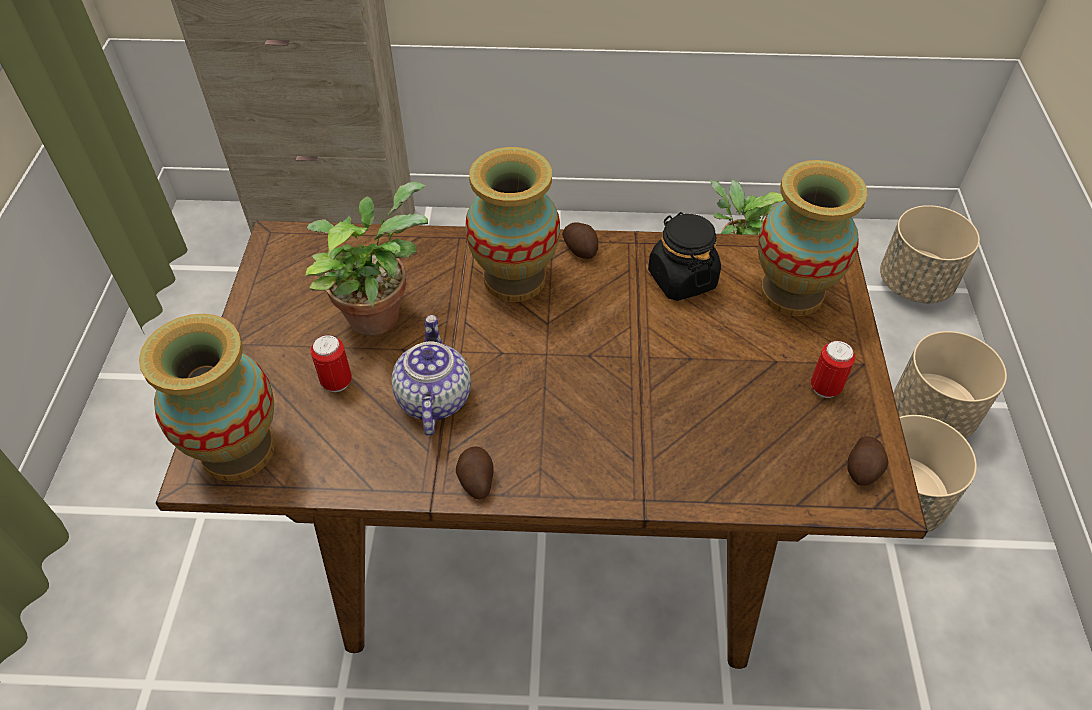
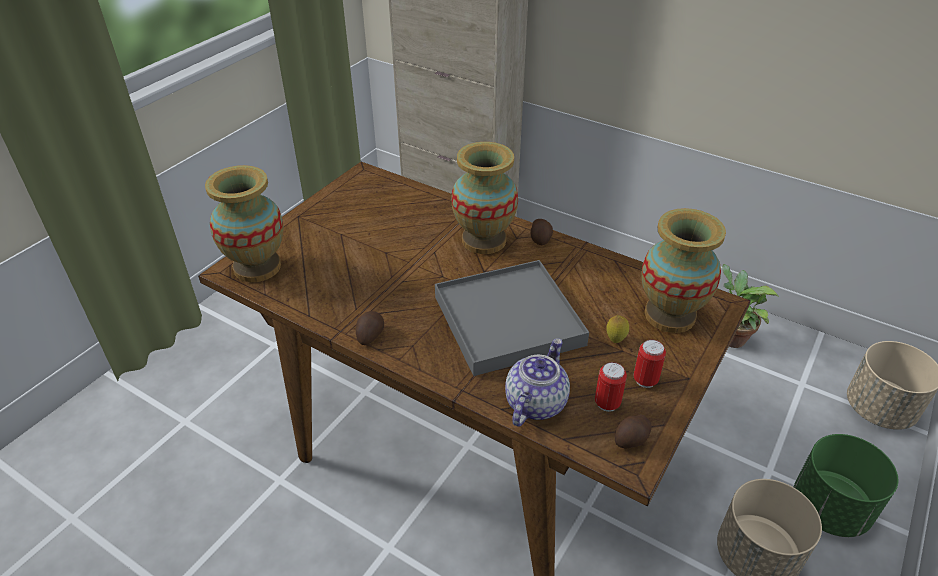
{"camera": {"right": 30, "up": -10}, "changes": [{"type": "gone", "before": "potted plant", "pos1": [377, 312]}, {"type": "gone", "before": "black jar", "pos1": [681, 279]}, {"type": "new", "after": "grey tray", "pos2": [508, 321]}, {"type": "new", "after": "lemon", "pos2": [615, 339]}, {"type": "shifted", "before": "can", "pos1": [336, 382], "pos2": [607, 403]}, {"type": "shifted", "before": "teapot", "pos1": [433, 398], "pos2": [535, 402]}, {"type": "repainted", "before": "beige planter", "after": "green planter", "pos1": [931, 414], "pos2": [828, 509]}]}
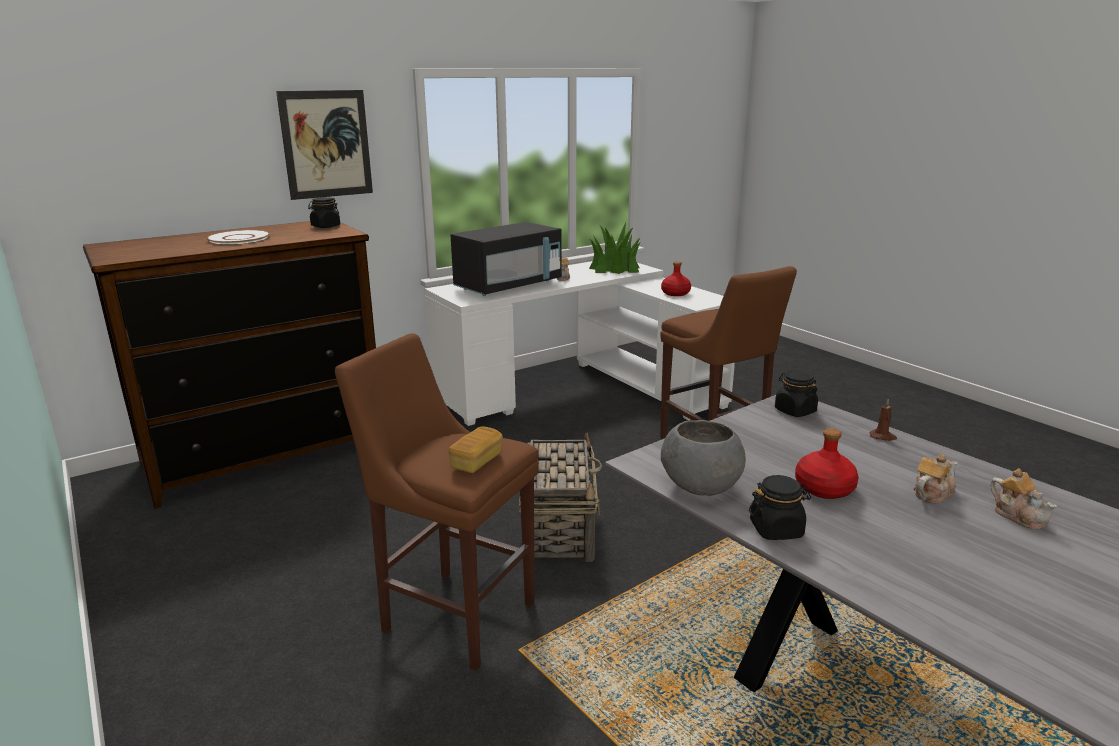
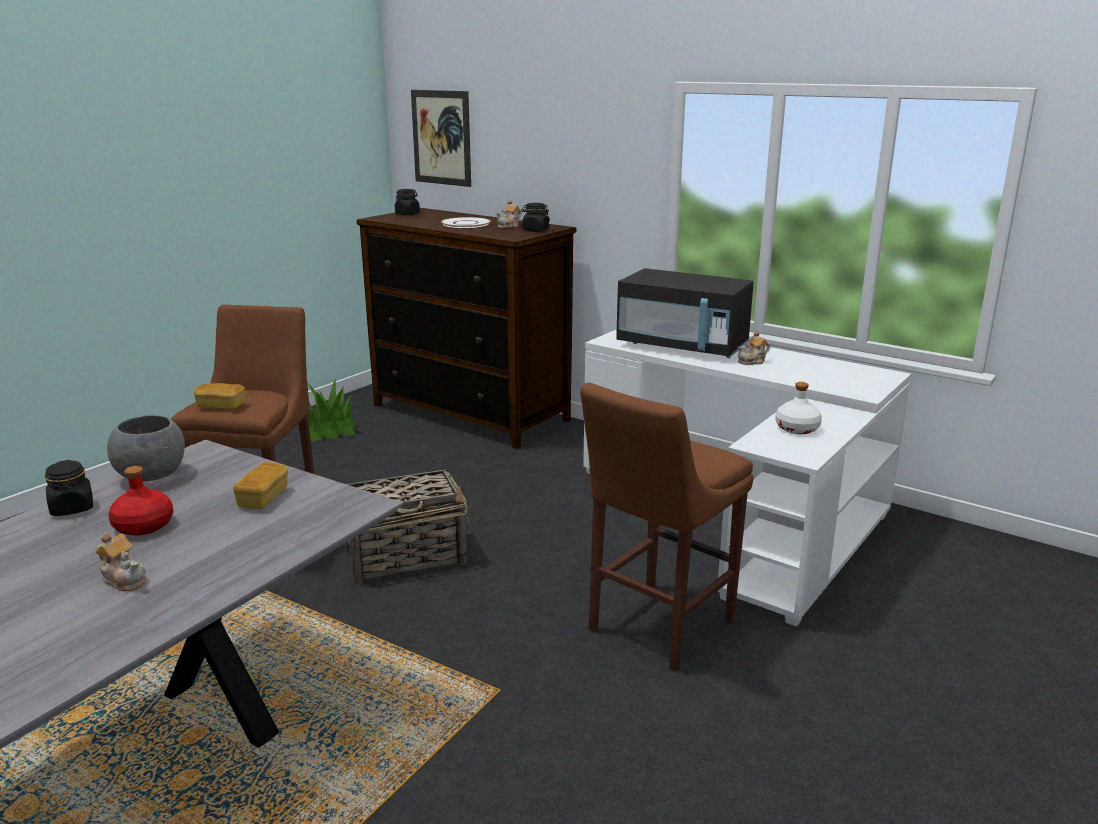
{"camera": {"right": 70, "up": 0}, "changes": [{"type": "gone", "before": "brown candle", "pos1": [883, 437]}, {"type": "new", "after": "bread", "pos2": [263, 498]}, {"type": "shifted", "before": "picture", "pos1": [326, 144], "pos2": [441, 138]}, {"type": "shifted", "before": "potted plant", "pos1": [614, 268], "pos2": [329, 429]}, {"type": "shifted", "before": "black jar", "pos1": [794, 411], "pos2": [407, 214]}, {"type": "shifted", "before": "teapot", "pos1": [1018, 516], "pos2": [509, 226]}, {"type": "repainted", "before": "red bottle", "after": "white bottle", "pos1": [675, 293], "pos2": [796, 428]}]}
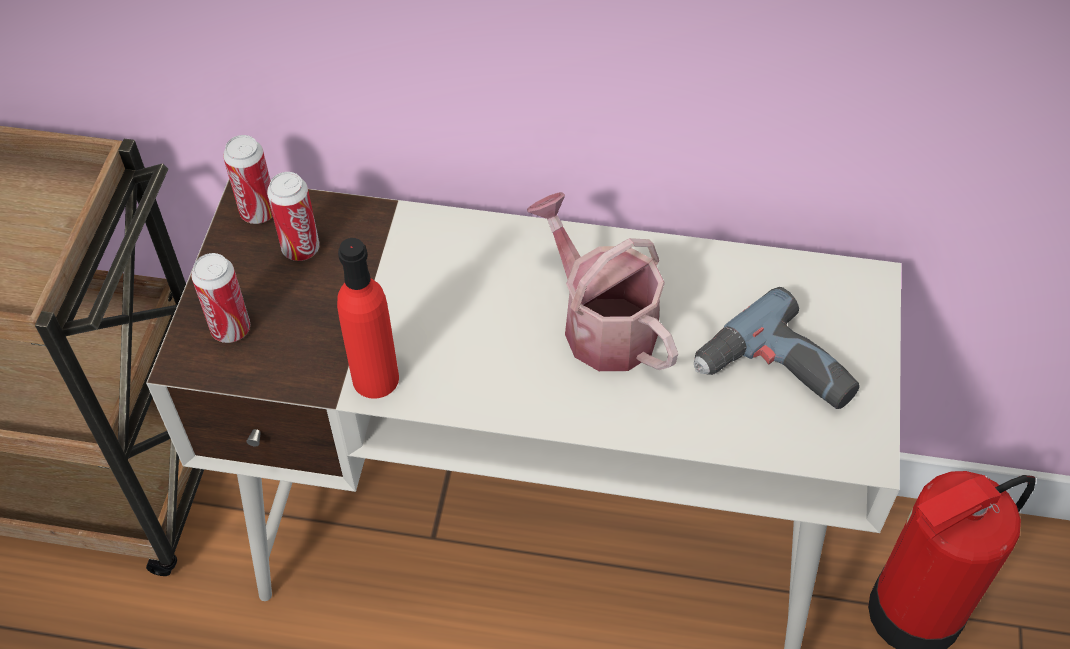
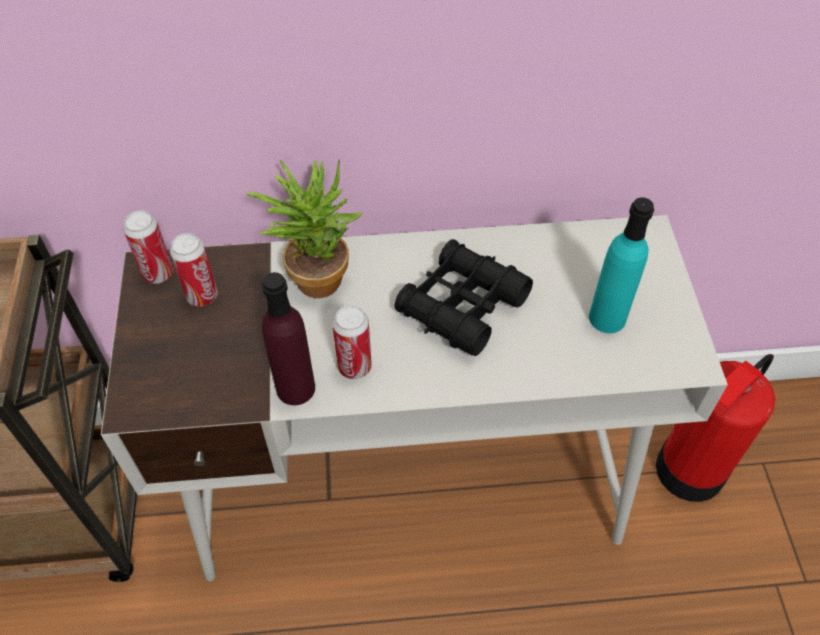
{"camera": {"right": -15, "up": 0}, "changes": [{"type": "new", "after": "potted plant", "pos2": [315, 274]}, {"type": "shifted", "before": "can", "pos1": [231, 329], "pos2": [354, 367]}, {"type": "swapped", "before": "watering can", "after": "black binoculars", "pos1": [601, 323], "pos2": [461, 306]}, {"type": "swapped", "before": "power drill", "after": "turquoise bottle", "pos1": [776, 376], "pos2": [607, 318]}, {"type": "repainted", "before": "red bottle", "after": "purple bottle", "pos1": [375, 378], "pos2": [295, 388]}]}
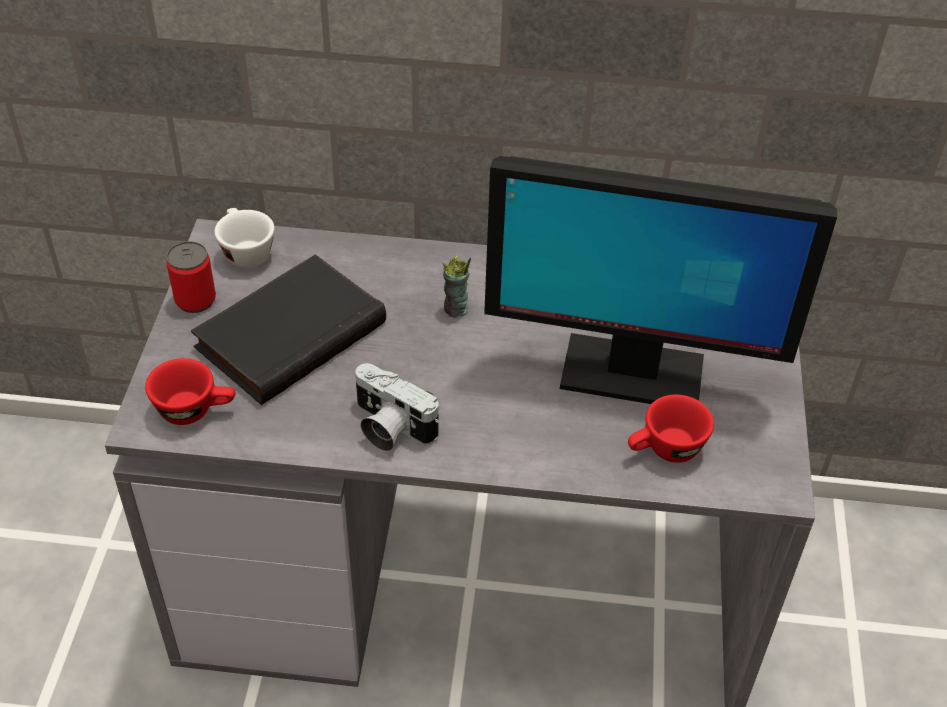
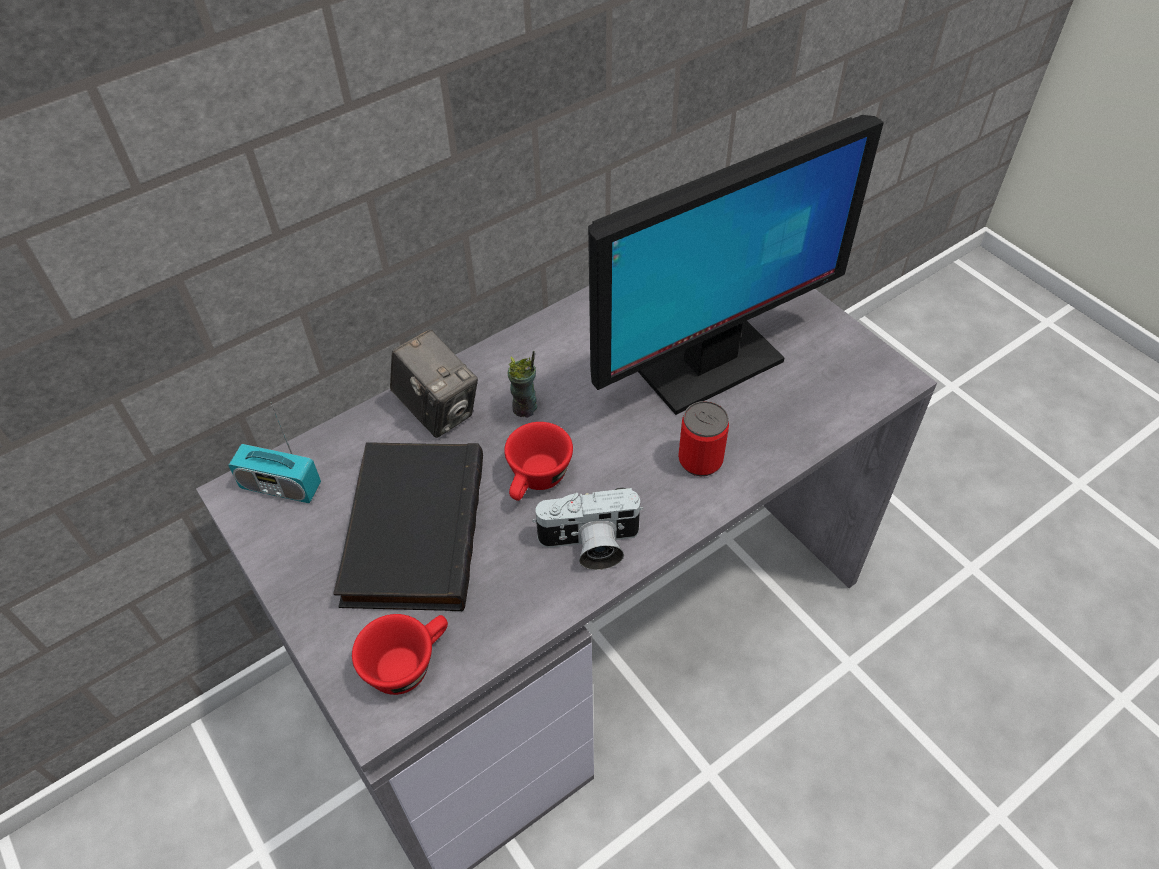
{"camera": {"right": -40, "up": 5}, "changes": [{"type": "new", "after": "photo camera", "pos2": [438, 410]}, {"type": "shifted", "before": "can", "pos1": [195, 300], "pos2": [700, 460]}, {"type": "shifted", "before": "red cup", "pos1": [665, 450], "pos2": [537, 481]}, {"type": "swapped", "before": "white cup", "after": "radio", "pos1": [244, 251], "pos2": [281, 486]}]}
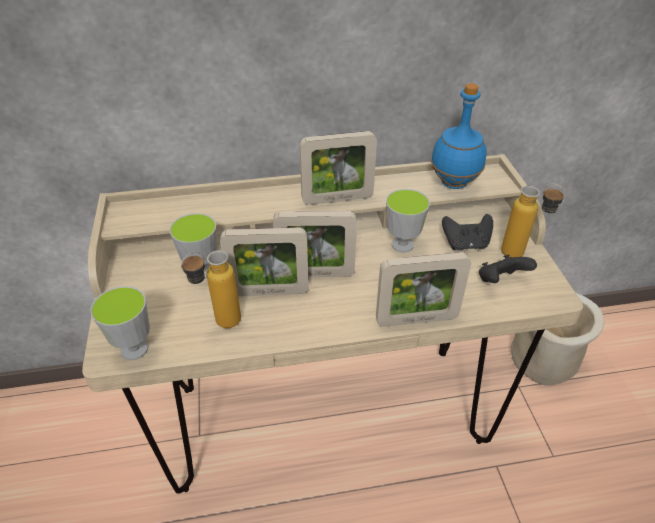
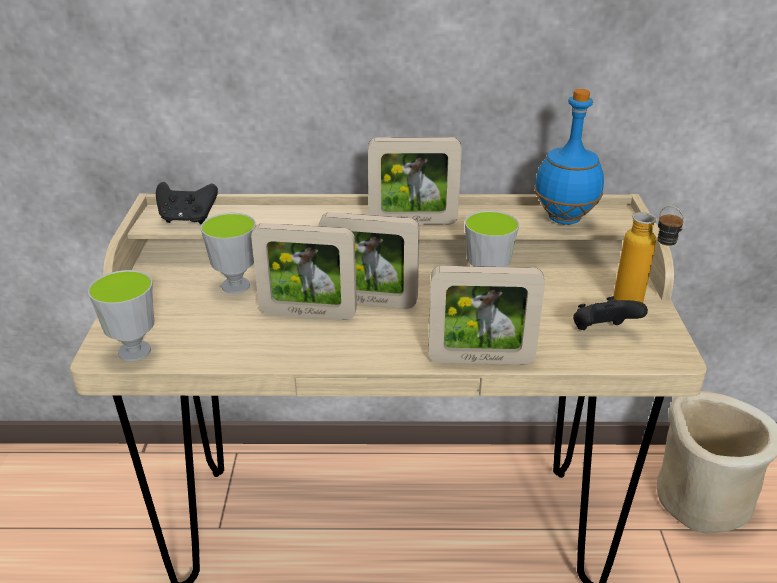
{"camera": {"right": 10, "up": -10}, "changes": [{"type": "gone", "before": "bottle", "pos1": [219, 325]}, {"type": "shifted", "before": "black game controller", "pos1": [465, 244], "pos2": [187, 219]}]}
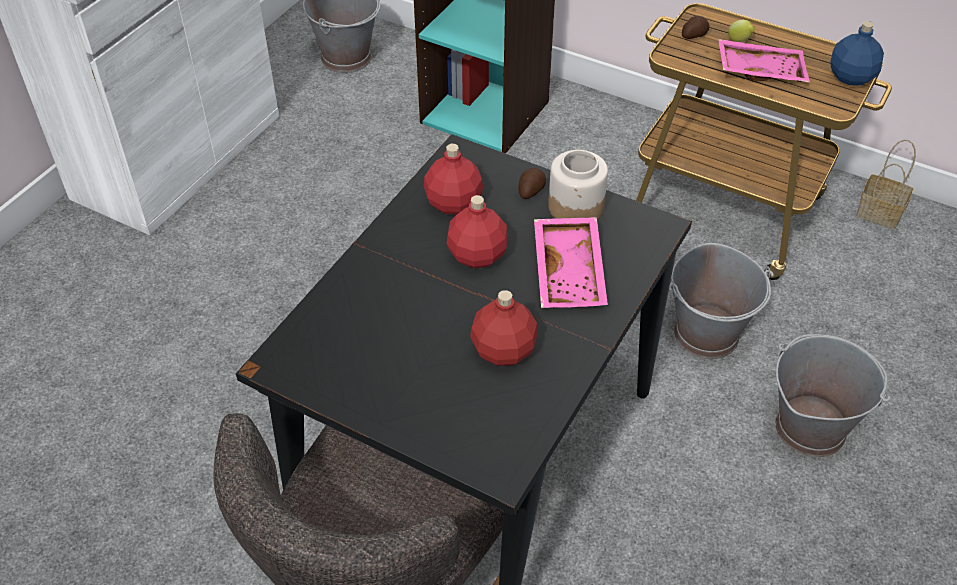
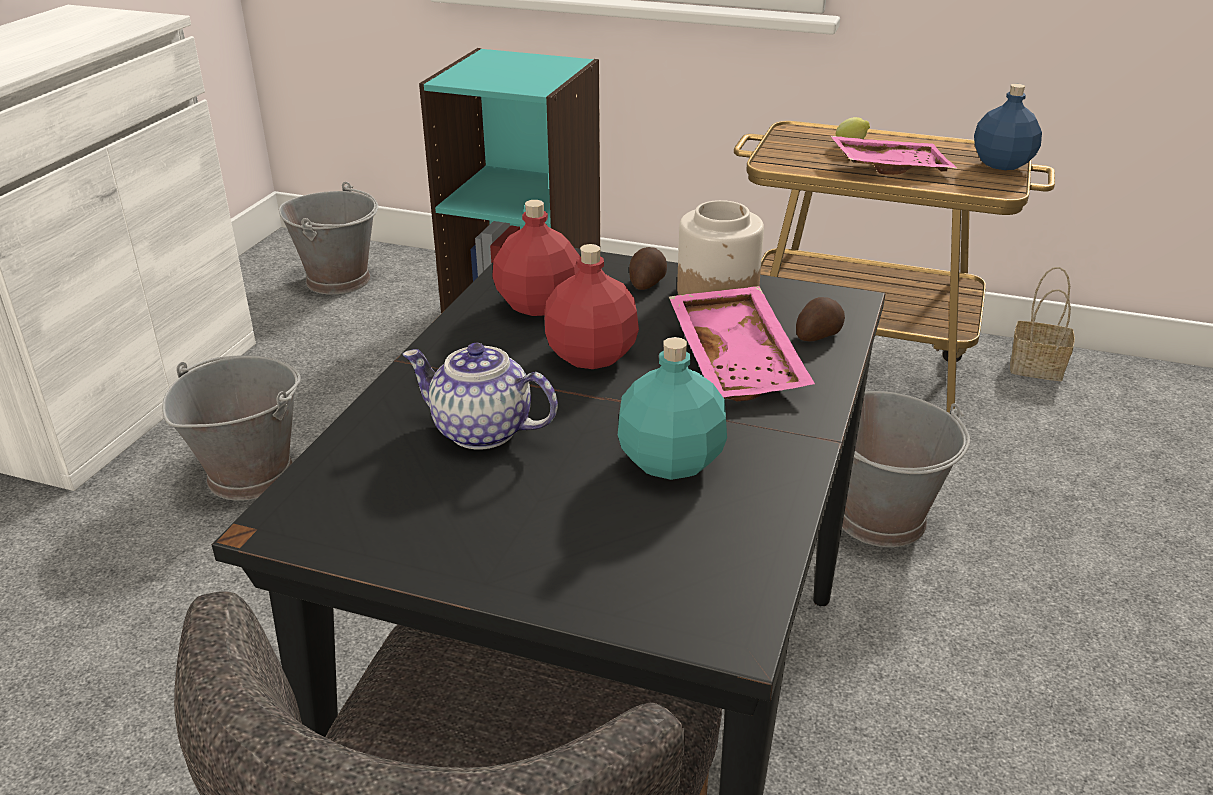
{"camera": {"right": -10, "up": -15}, "changes": [{"type": "new", "after": "teapot", "pos2": [480, 431]}, {"type": "shifted", "before": "potato", "pos1": [693, 35], "pos2": [817, 334]}, {"type": "shifted", "before": "grey bucket", "pos1": [809, 427], "pos2": [250, 474]}, {"type": "repainted", "before": "red bottle", "after": "turquoise bottle", "pos1": [502, 351], "pos2": [669, 462]}]}
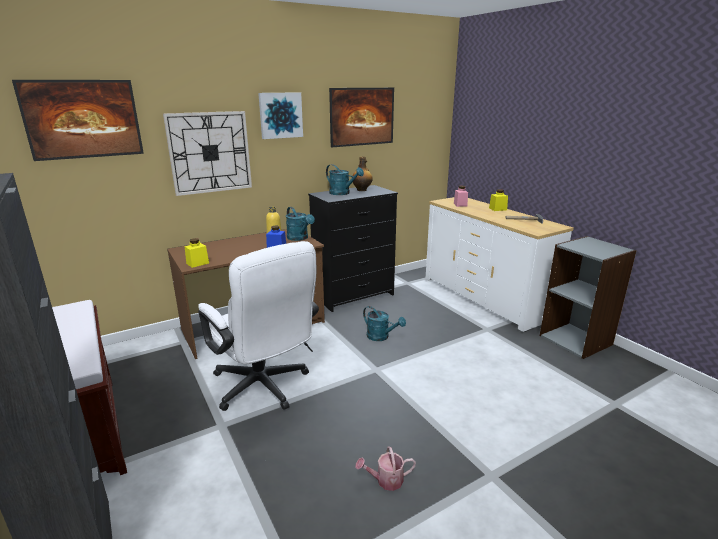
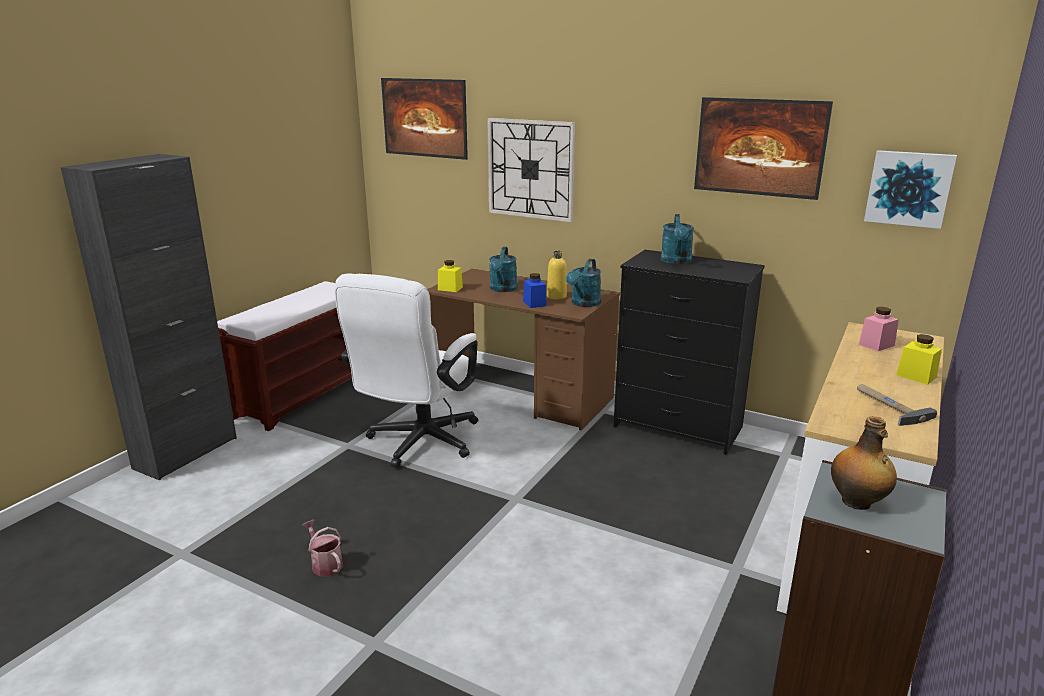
{"camera": {"right": 60, "up": 0}, "changes": [{"type": "shifted", "before": "picture", "pos1": [280, 115], "pos2": [909, 188]}, {"type": "shifted", "before": "bottle", "pos1": [362, 190], "pos2": [857, 502]}, {"type": "shifted", "before": "turquoise watering can", "pos1": [381, 337], "pos2": [502, 289]}]}
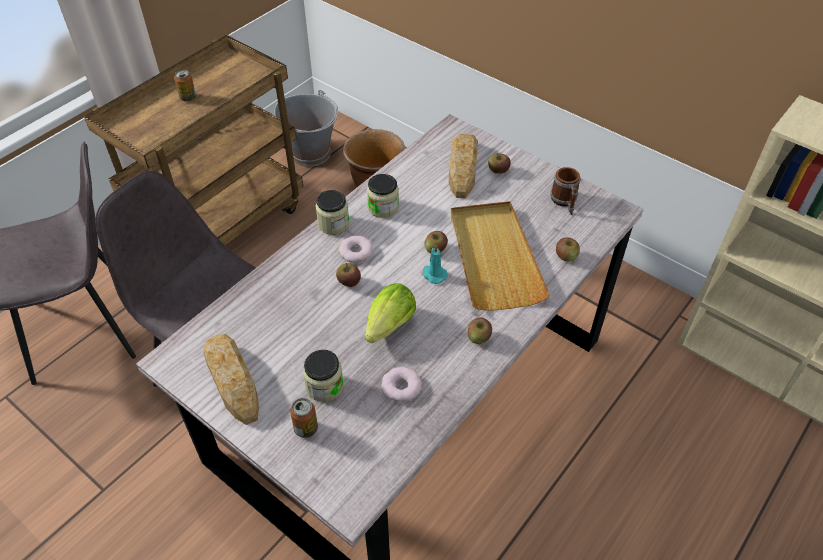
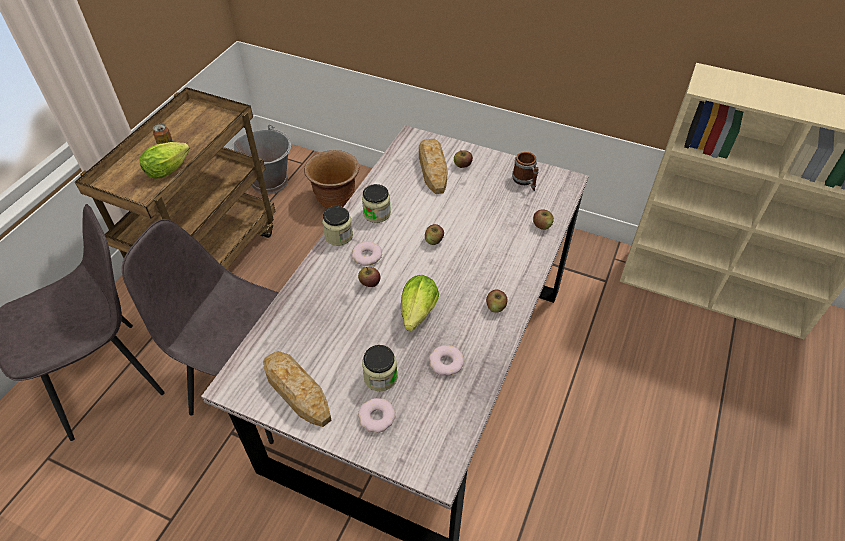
{"camera": {"right": -15, "up": 0}, "changes": [{"type": "gone", "before": "turquoise candle", "pos1": [434, 274]}, {"type": "gone", "before": "beige tray", "pos1": [494, 257]}, {"type": "new", "after": "lettuce", "pos2": [170, 169]}, {"type": "swapped", "before": "can", "after": "donut", "pos1": [306, 428], "pos2": [377, 417]}]}
